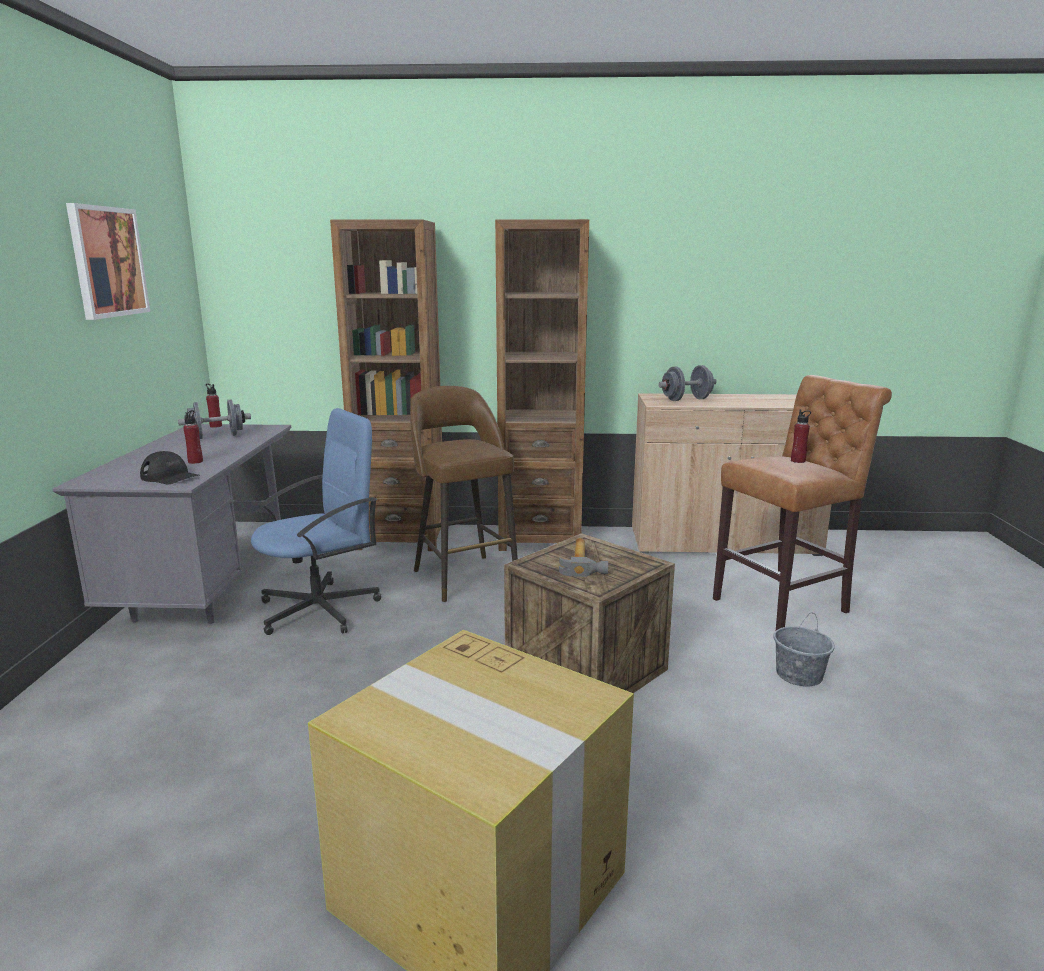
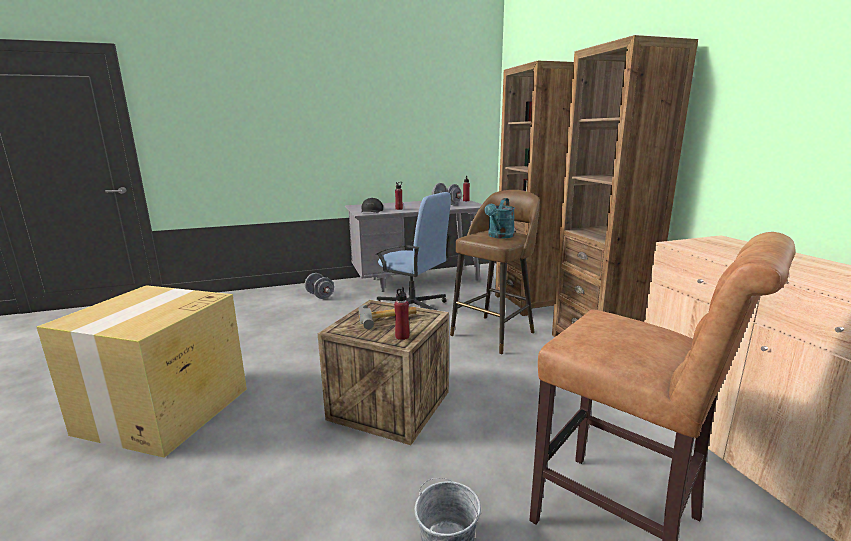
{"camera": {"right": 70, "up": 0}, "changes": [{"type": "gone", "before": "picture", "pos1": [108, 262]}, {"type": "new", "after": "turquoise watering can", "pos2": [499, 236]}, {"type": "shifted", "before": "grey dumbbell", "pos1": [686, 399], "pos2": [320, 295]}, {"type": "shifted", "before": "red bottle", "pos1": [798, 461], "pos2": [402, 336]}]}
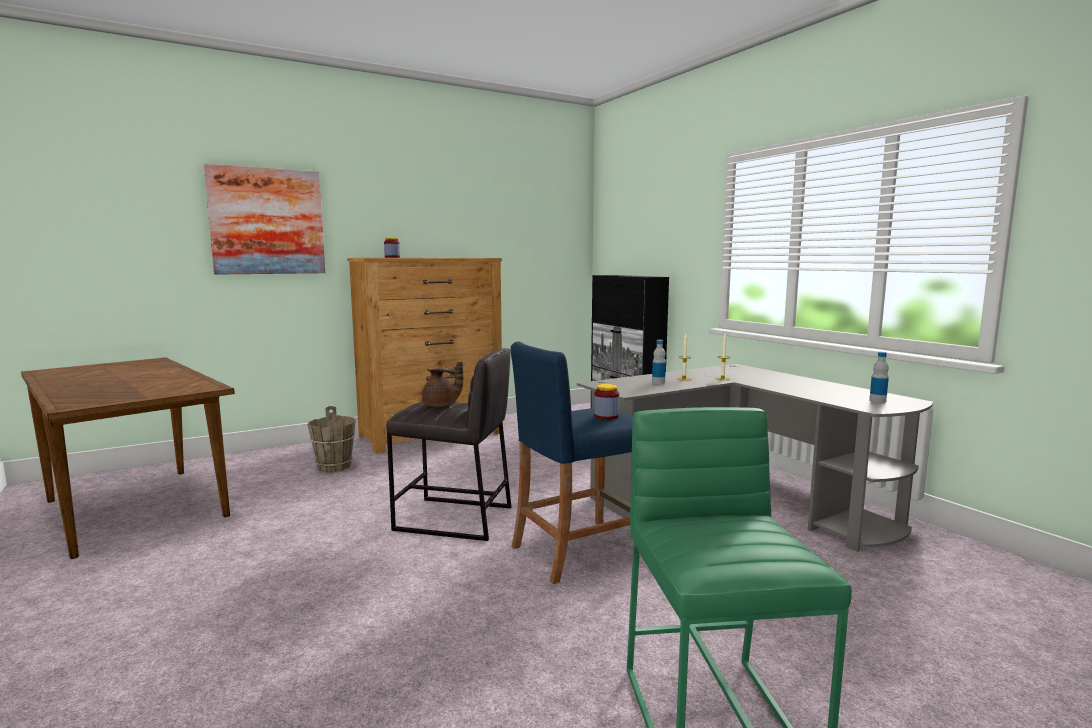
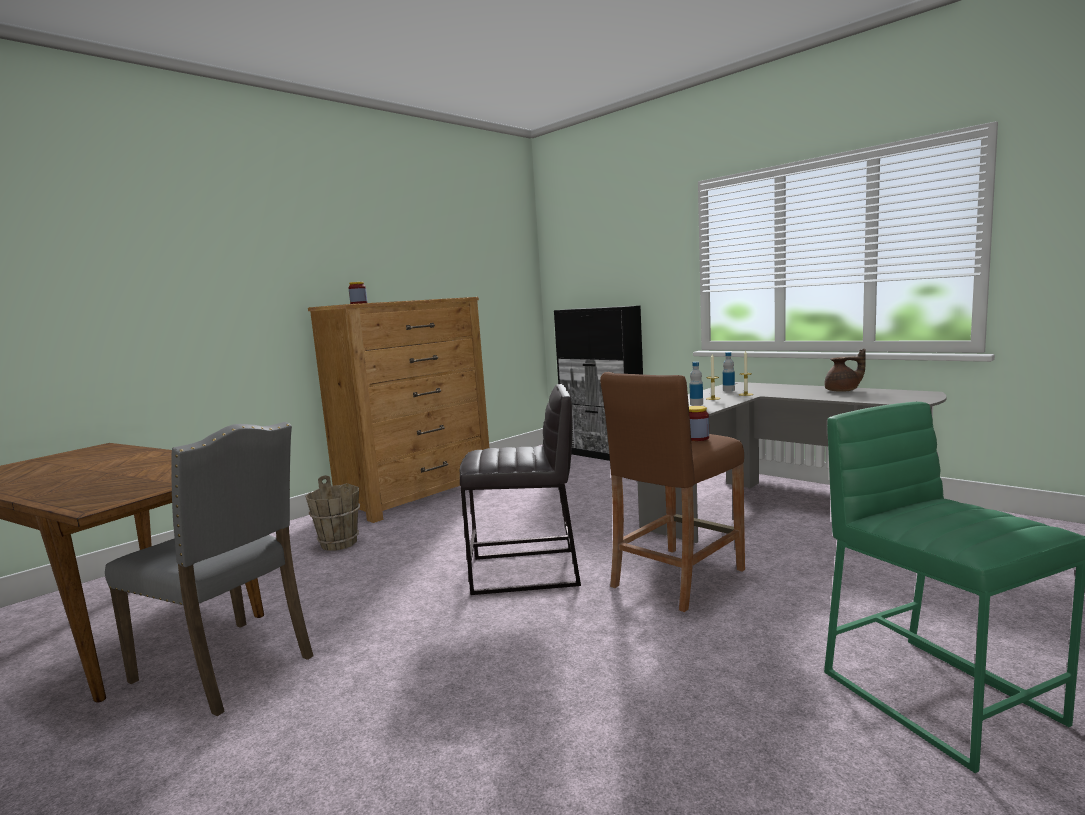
{"camera": {"right": -15, "up": 0}, "changes": [{"type": "gone", "before": "picture", "pos1": [267, 221]}, {"type": "new", "after": "grey chair", "pos2": [229, 667]}, {"type": "shifted", "before": "brown teapot", "pos1": [441, 405], "pos2": [843, 391]}, {"type": "shifted", "before": "bottle", "pos1": [877, 401], "pos2": [728, 390]}, {"type": "repainted", "before": "blue stool", "after": "brown stool", "pos1": [579, 550], "pos2": [677, 577]}]}
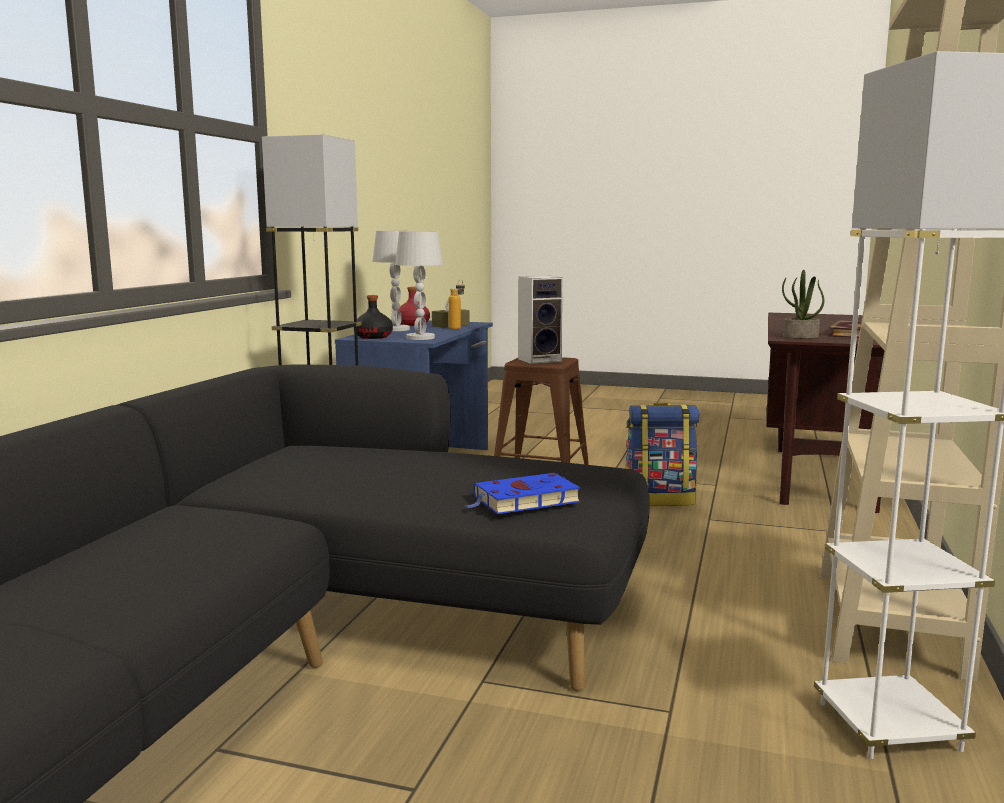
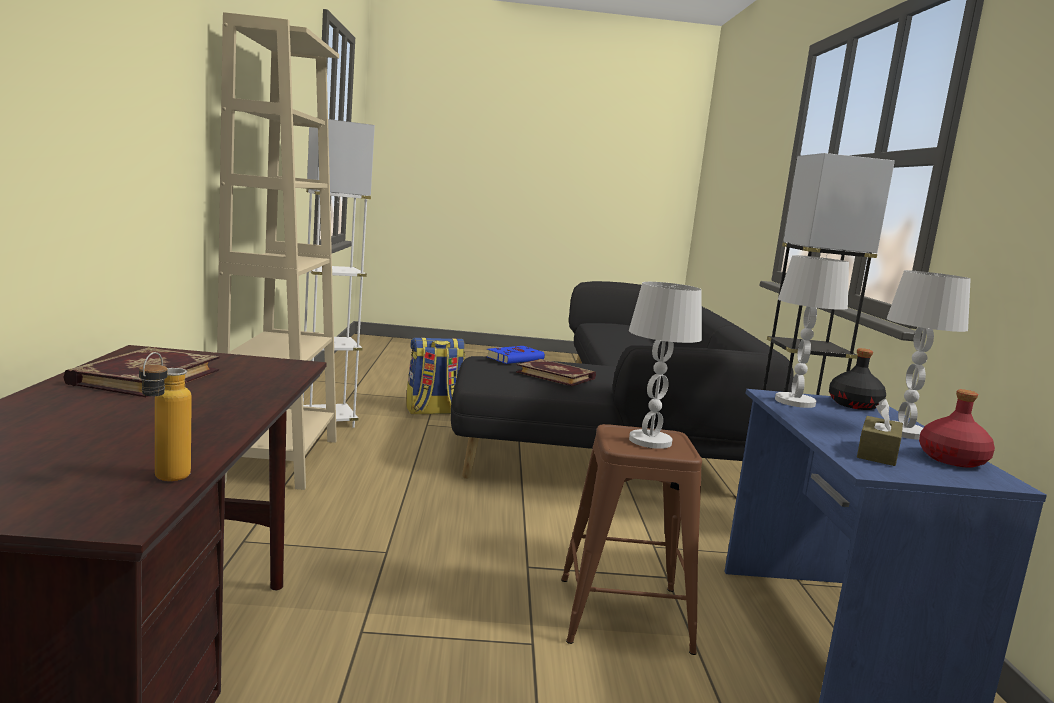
{"camera": {"right": 160, "up": 0}, "changes": [{"type": "gone", "before": "potted plant", "pos1": [800, 337]}, {"type": "new", "after": "book", "pos2": [556, 375]}, {"type": "shifted", "before": "bottle", "pos1": [457, 328], "pos2": [164, 481]}, {"type": "shifted", "before": "backpack", "pos1": [659, 499], "pos2": [433, 411]}, {"type": "swapped", "before": "speaker", "after": "white table lamp", "pos1": [541, 360], "pos2": [650, 441]}]}
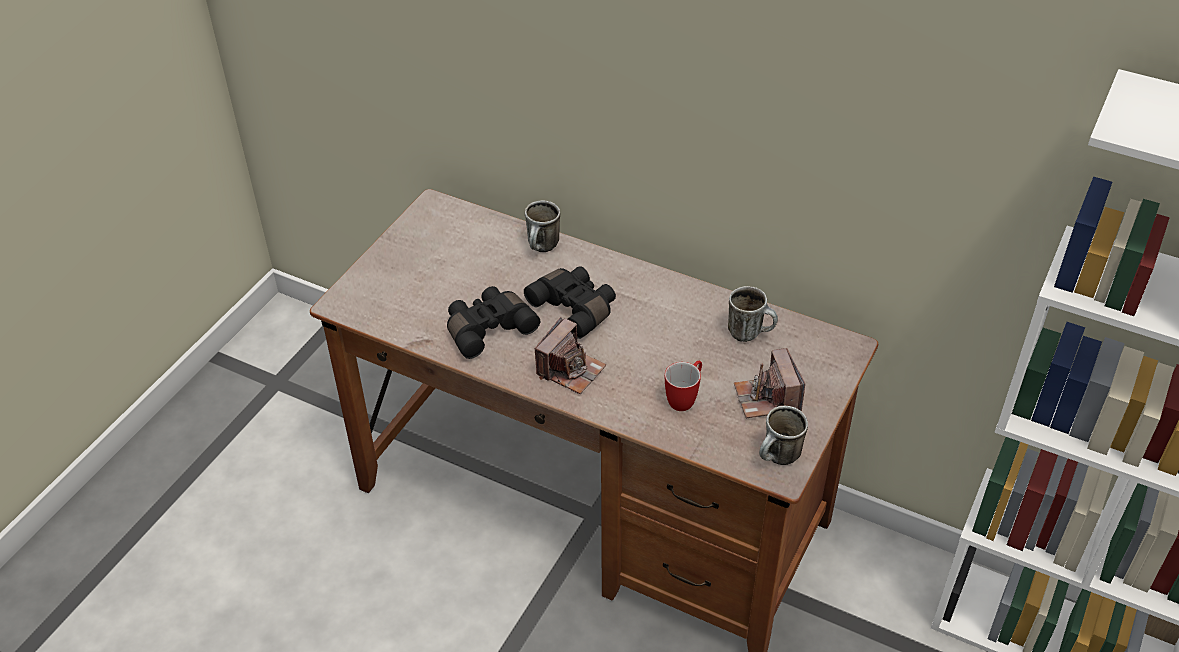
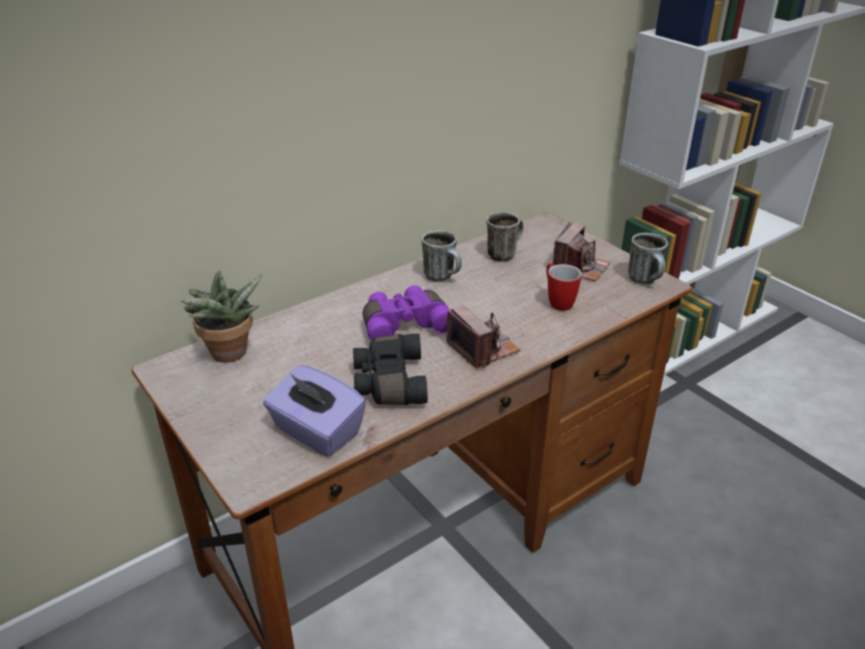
{"camera": {"right": -65, "up": -10}, "changes": [{"type": "new", "after": "potted plant", "pos2": [229, 356]}, {"type": "new", "after": "purple tissue box", "pos2": [316, 432]}, {"type": "shifted", "before": "mug", "pos1": [543, 248], "pos2": [443, 277]}, {"type": "repainted", "before": "black binoculars", "after": "purple binoculars", "pos1": [575, 308], "pos2": [404, 324]}, {"type": "rotated", "before": "photo camera", "pos1": [767, 398], "pos2": [580, 267], "turn": -75}]}
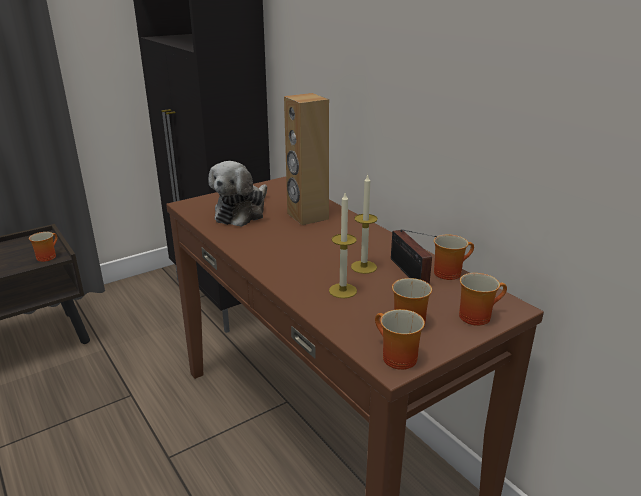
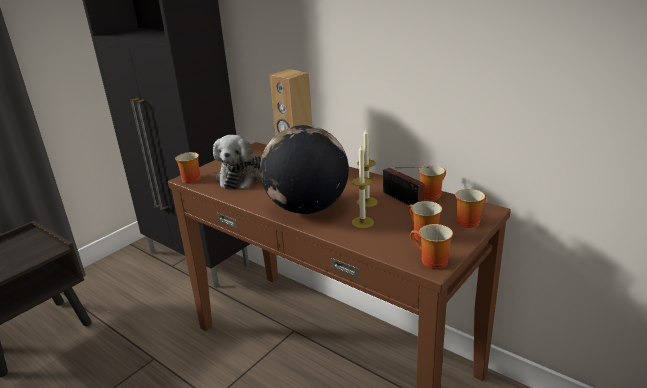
{"camera": {"right": -15, "up": 0}, "changes": [{"type": "new", "after": "globe", "pos2": [307, 208]}, {"type": "shifted", "before": "mug", "pos1": [46, 256], "pos2": [190, 178]}]}
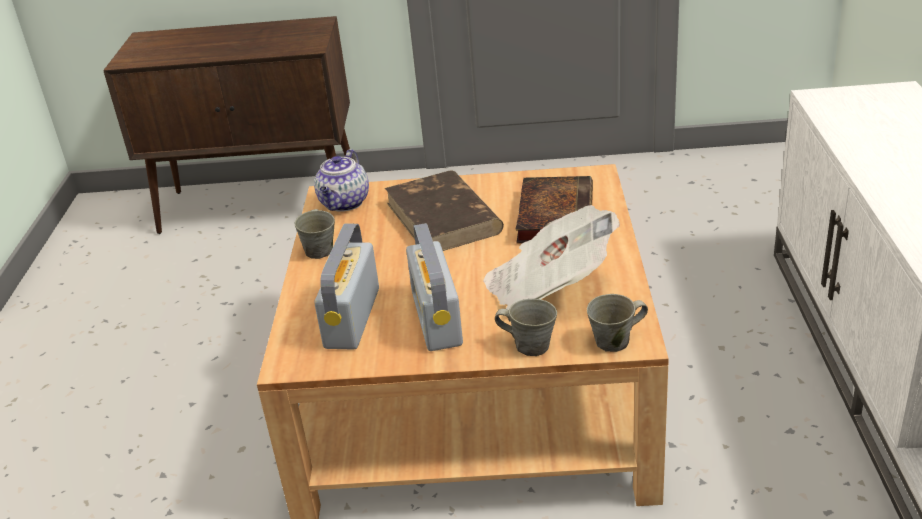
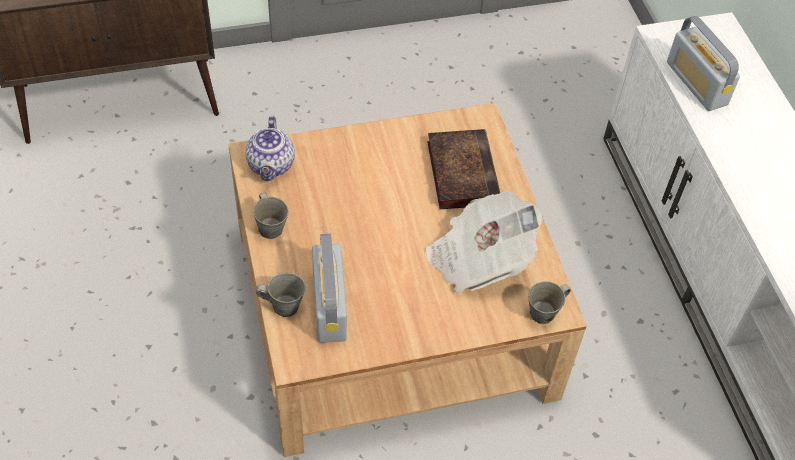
{"camera": {"right": -20, "up": 20}, "changes": [{"type": "gone", "before": "brown book", "pos1": [444, 218]}, {"type": "shifted", "before": "radio", "pos1": [436, 318], "pos2": [696, 83]}, {"type": "shifted", "before": "grey mug", "pos1": [530, 346], "pos2": [284, 306]}]}
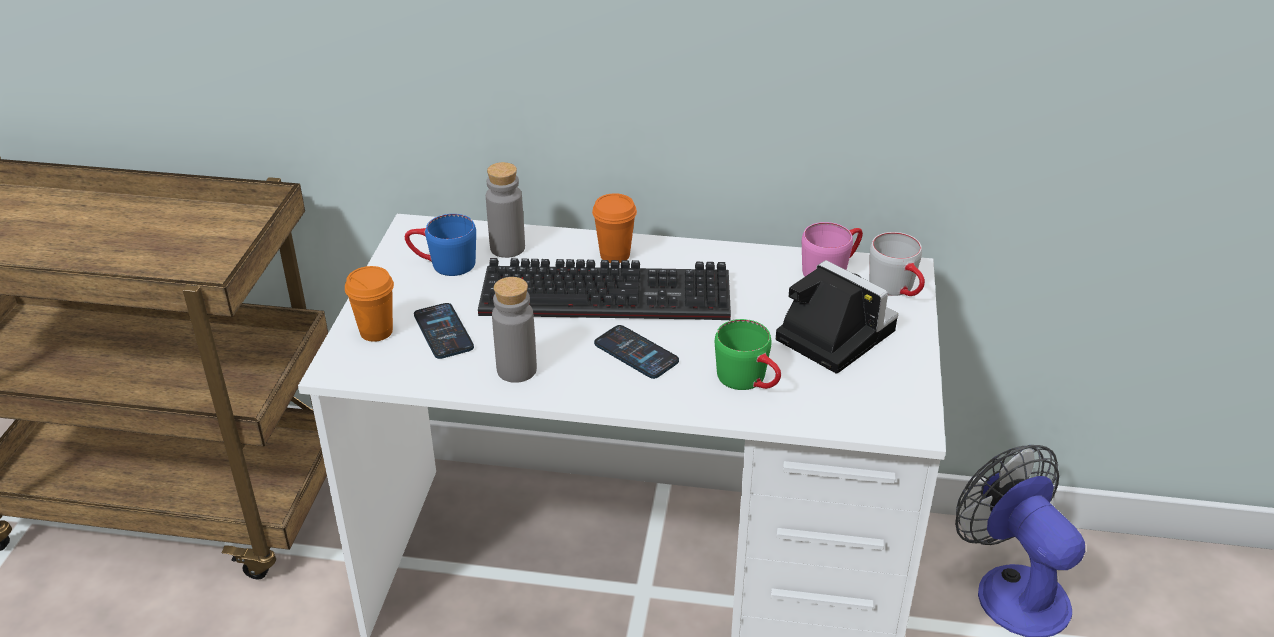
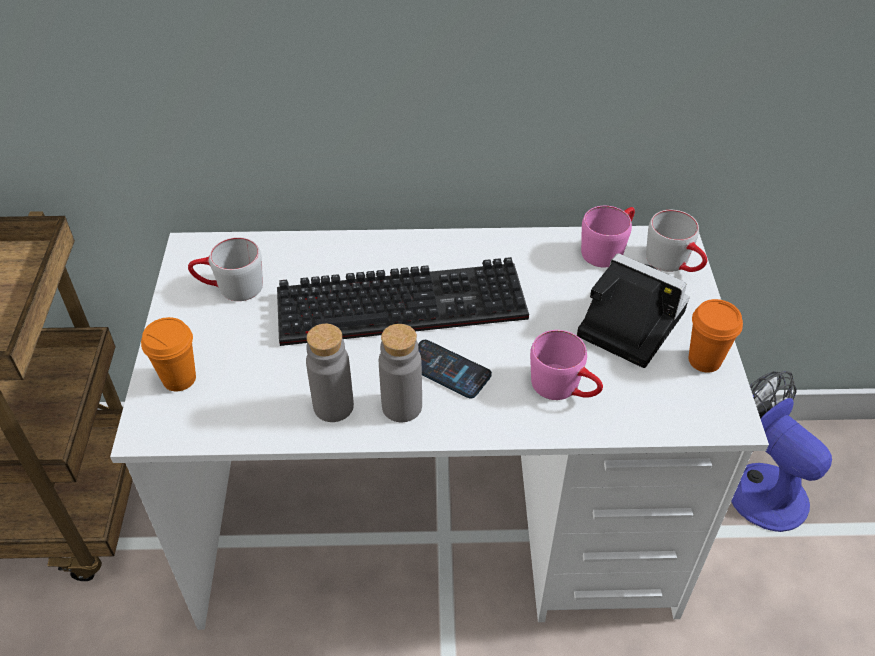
{"camera": {"right": -10, "up": 10}, "changes": [{"type": "gone", "before": "phone", "pos1": [443, 332]}, {"type": "shifted", "before": "grey bottle", "pos1": [507, 248], "pos2": [402, 406]}, {"type": "shifted", "before": "orange cup", "pos1": [615, 255], "pos2": [704, 360]}, {"type": "repainted", "before": "blue mug", "after": "grey mug", "pos1": [443, 264], "pos2": [230, 288]}, {"type": "repainted", "before": "green mug", "after": "pink mug", "pos1": [749, 381], "pos2": [565, 388]}]}
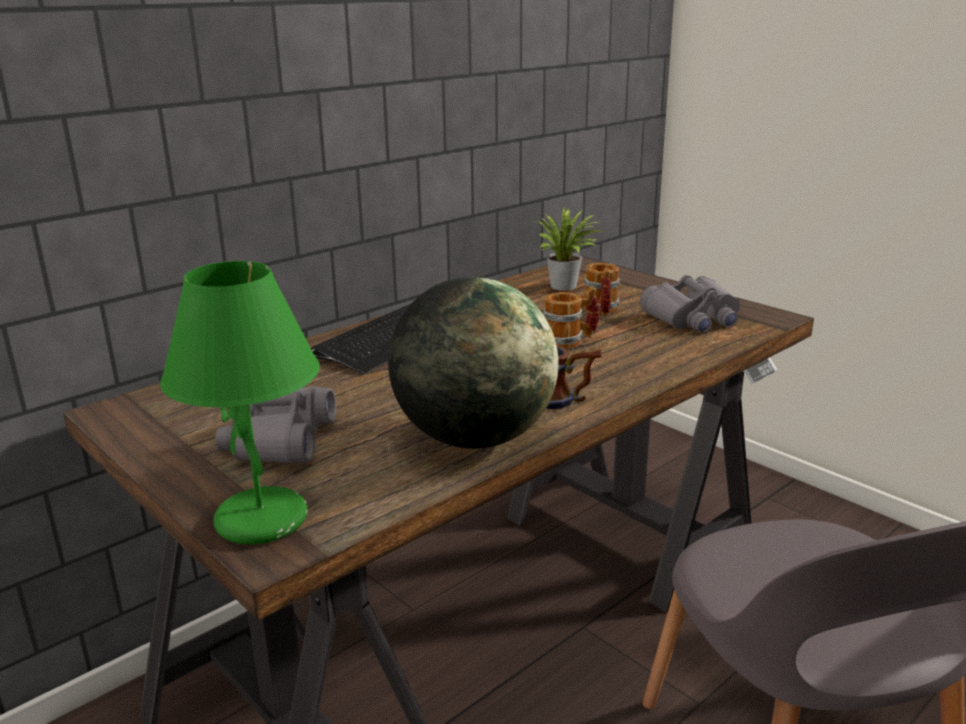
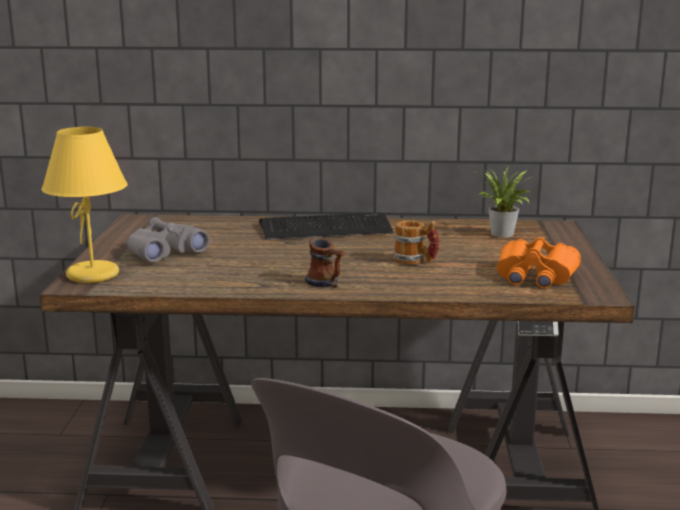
{"camera": {"right": 45, "up": -5}, "changes": [{"type": "gone", "before": "globe", "pos1": [474, 438]}, {"type": "gone", "before": "mug", "pos1": [601, 311]}, {"type": "repainted", "before": "green table lamp", "after": "yellow table lamp", "pos1": [264, 520], "pos2": [93, 275]}, {"type": "repainted", "before": "grey binoculars", "after": "orange binoculars", "pos1": [693, 318], "pos2": [535, 276]}]}
